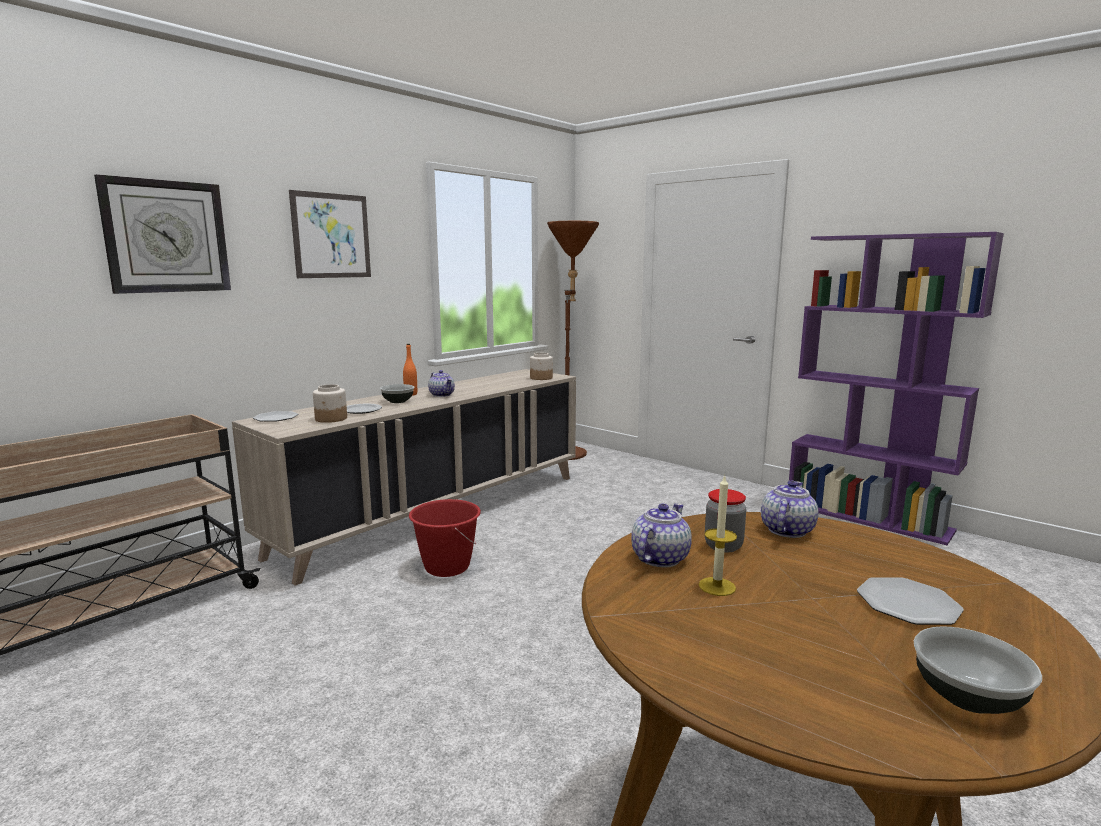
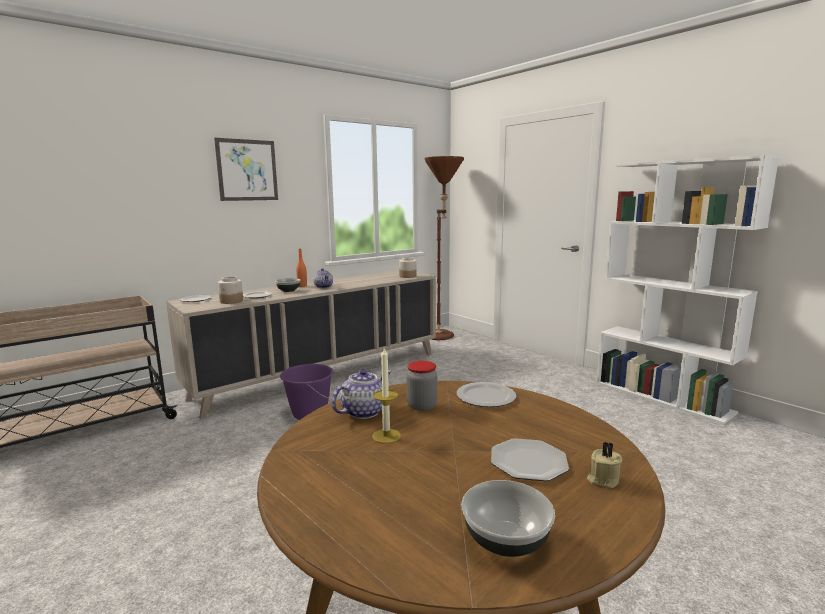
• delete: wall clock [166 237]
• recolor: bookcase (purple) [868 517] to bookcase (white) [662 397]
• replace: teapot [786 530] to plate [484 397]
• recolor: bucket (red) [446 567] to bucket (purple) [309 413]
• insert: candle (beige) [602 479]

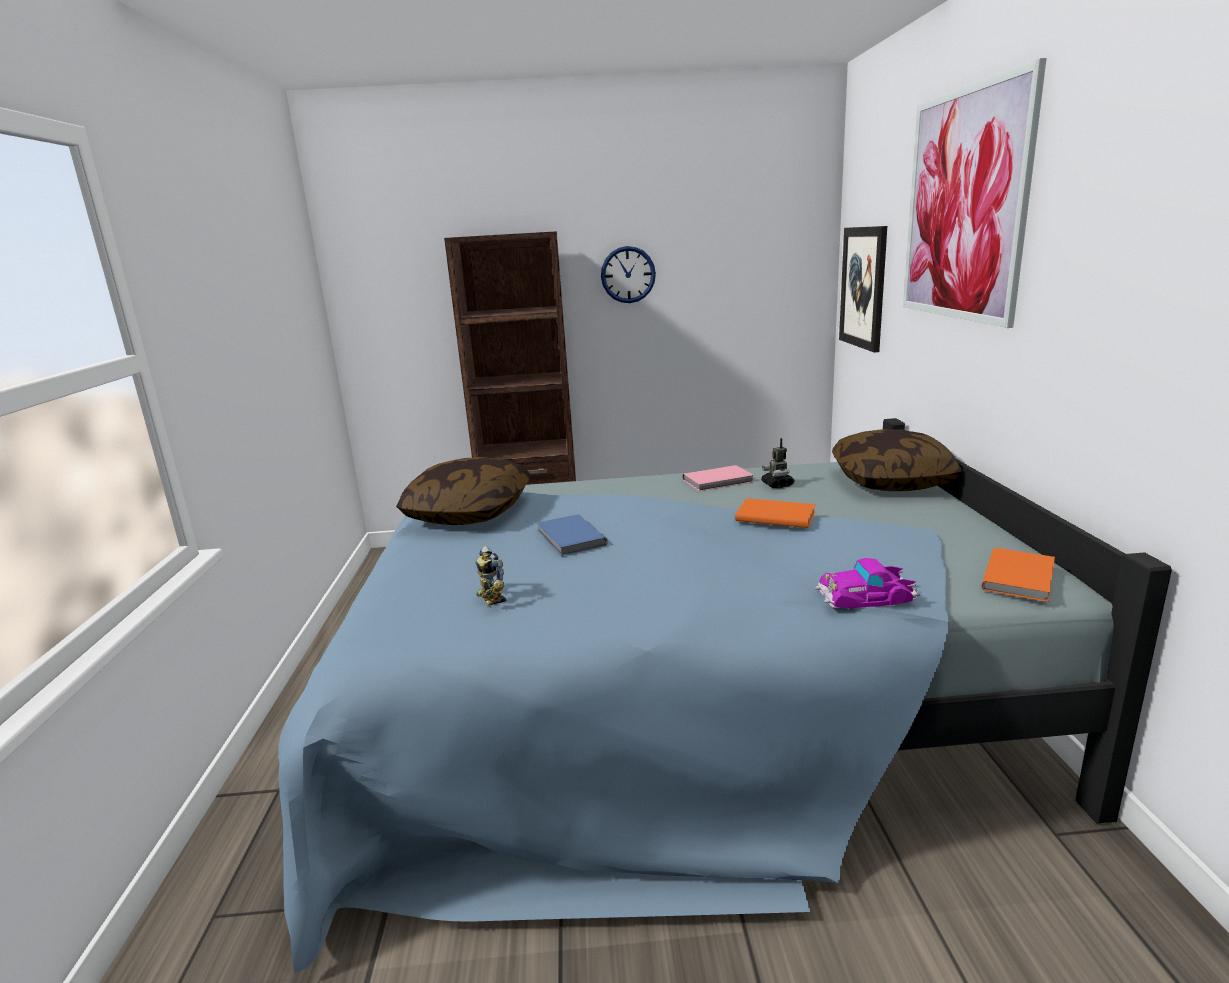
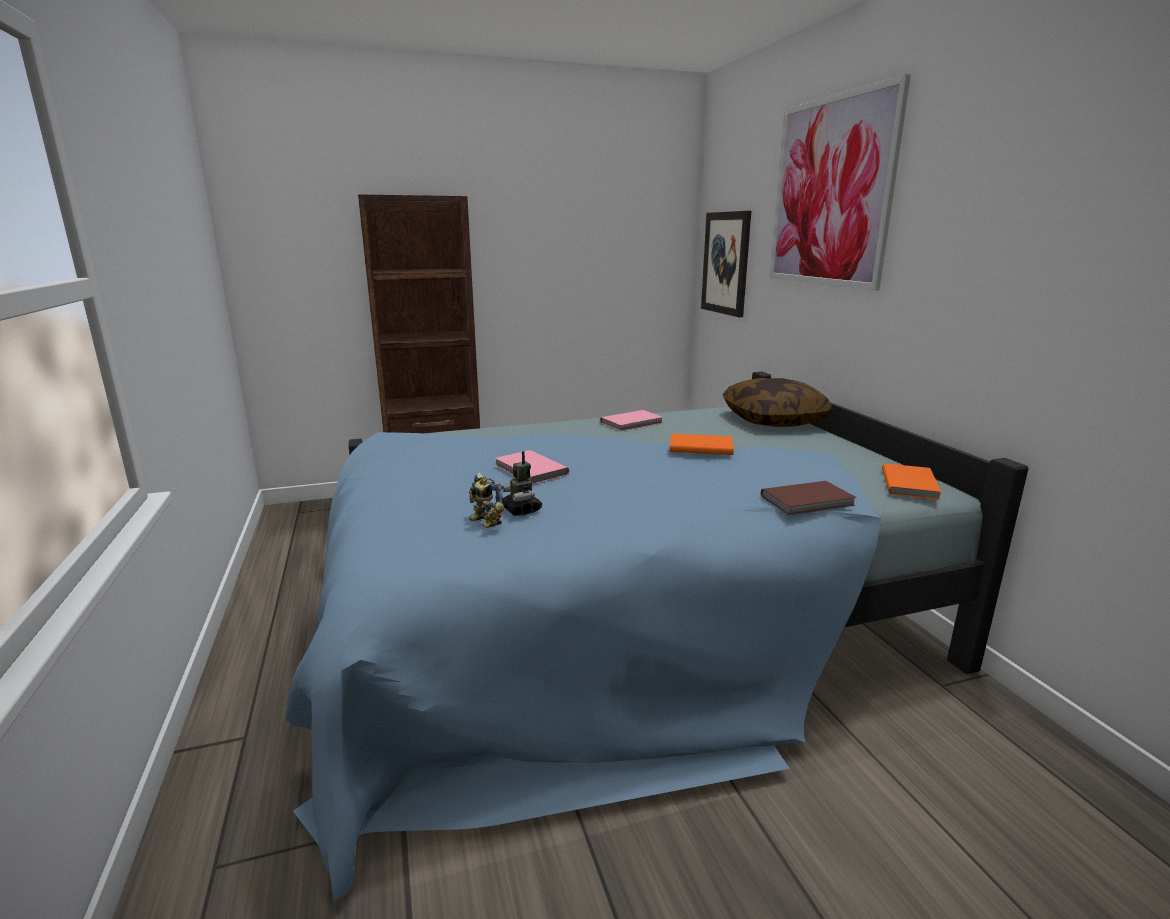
• delete: wall clock [628 274]
• move: toy robot [777 485] to [521 510]
• delete: pillow [469 513]
• recolor: book (blue) [569 538] to book (pink) [530 470]
• replace: toy car [866 595] to book (brown) [809 501]

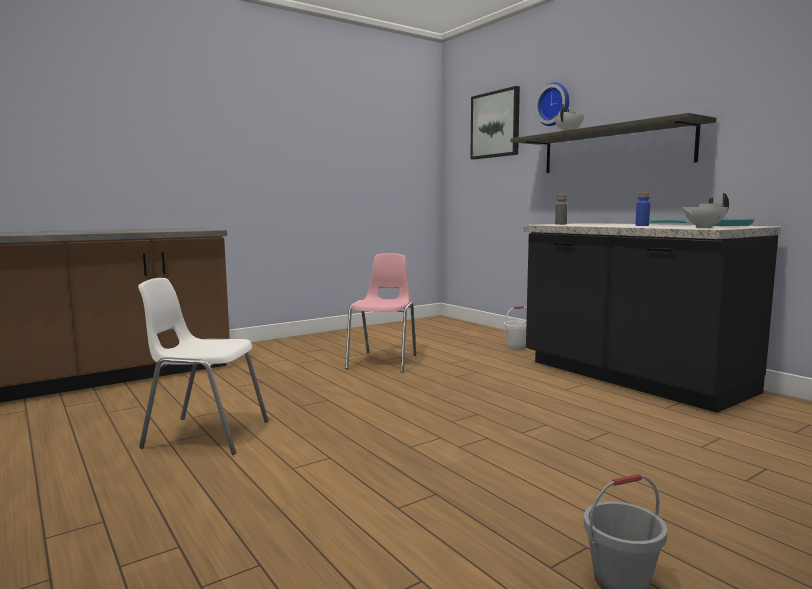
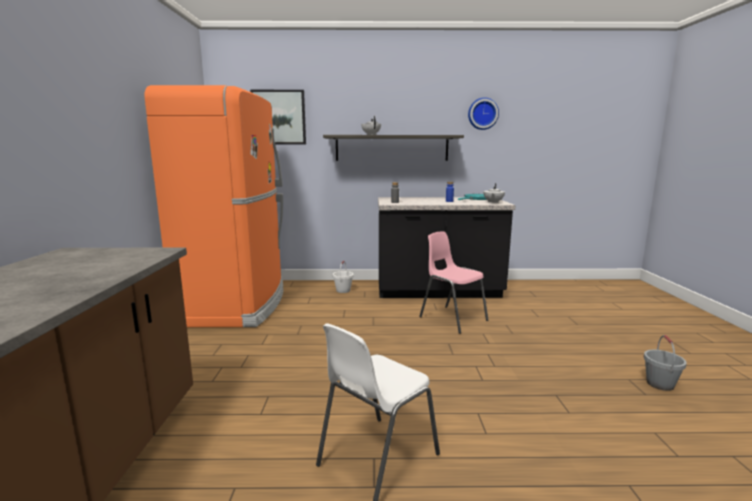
• move: wall clock [554 104] to [482 114]
• move: chair (pink) [383 362] to [452 318]
• insert: fridge (orange) [237 305]

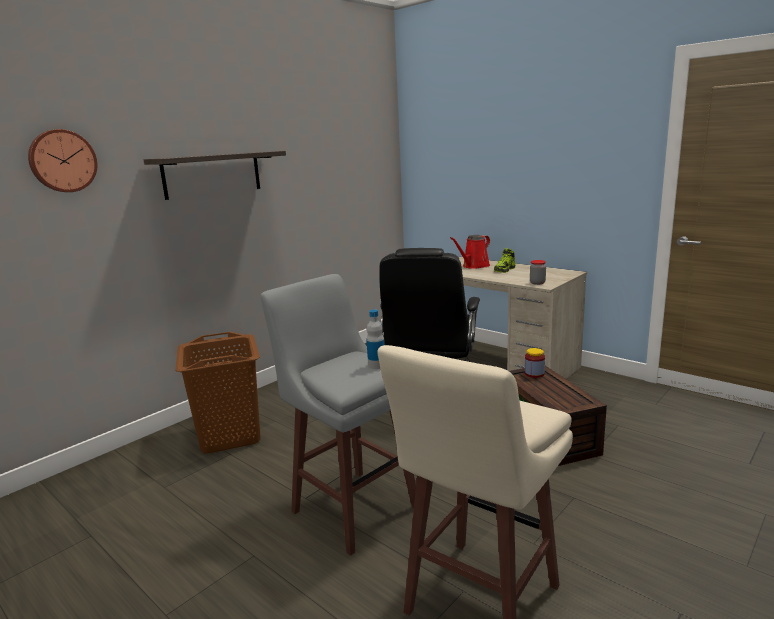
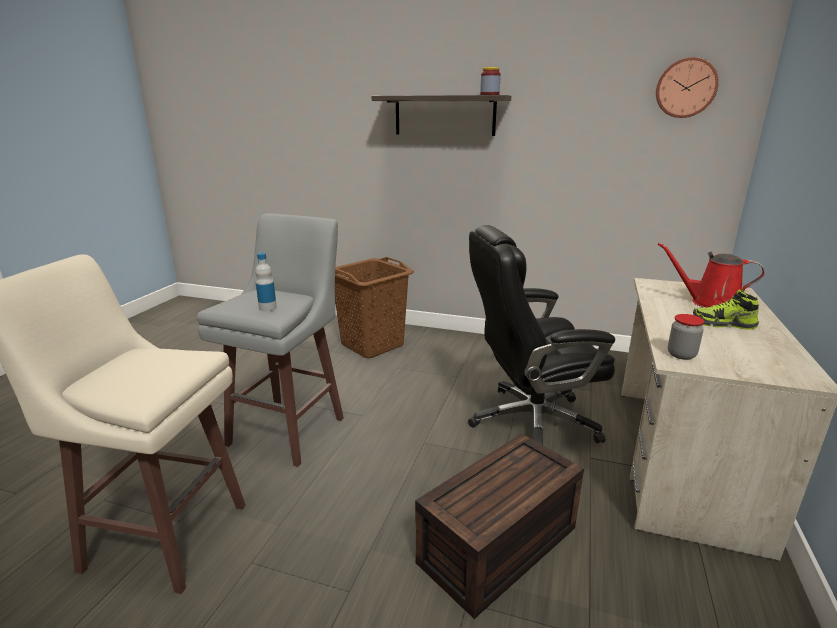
• move: wall clock [62 161] to [685 88]
• move: jar [534 374] to [489 94]

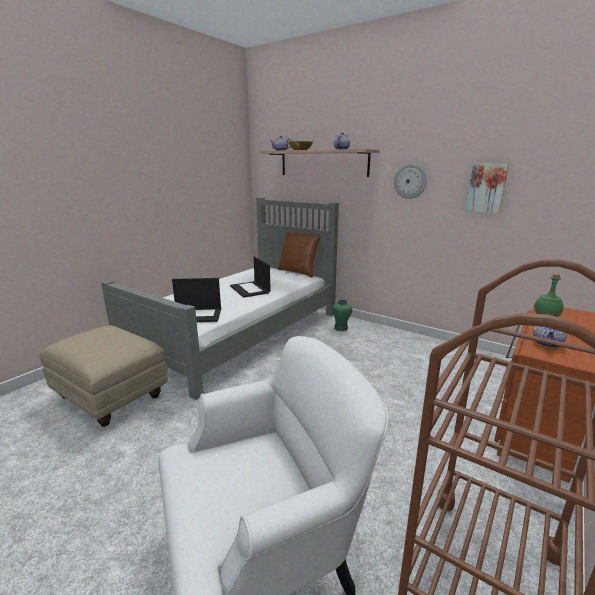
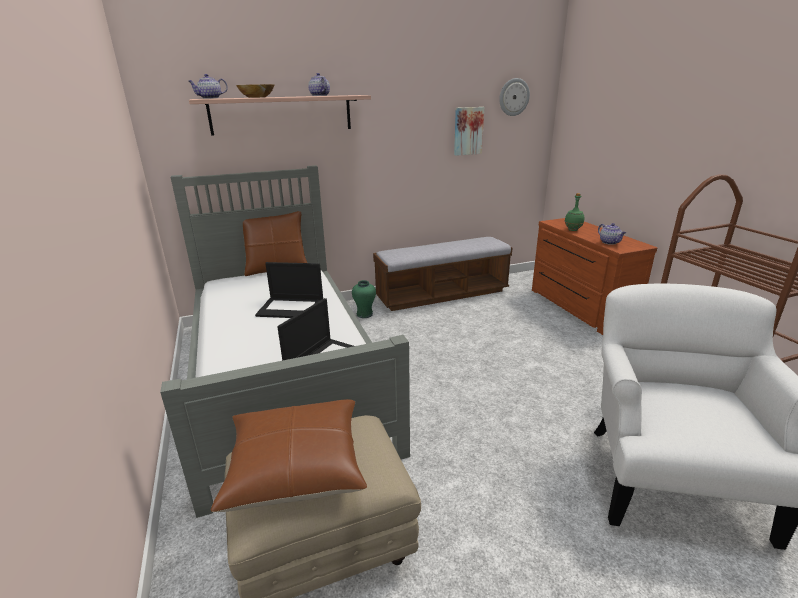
• move: wall clock [410 181] to [513 97]
• insert: bench [442 294]
• insert: pillow (brown) [295 466]

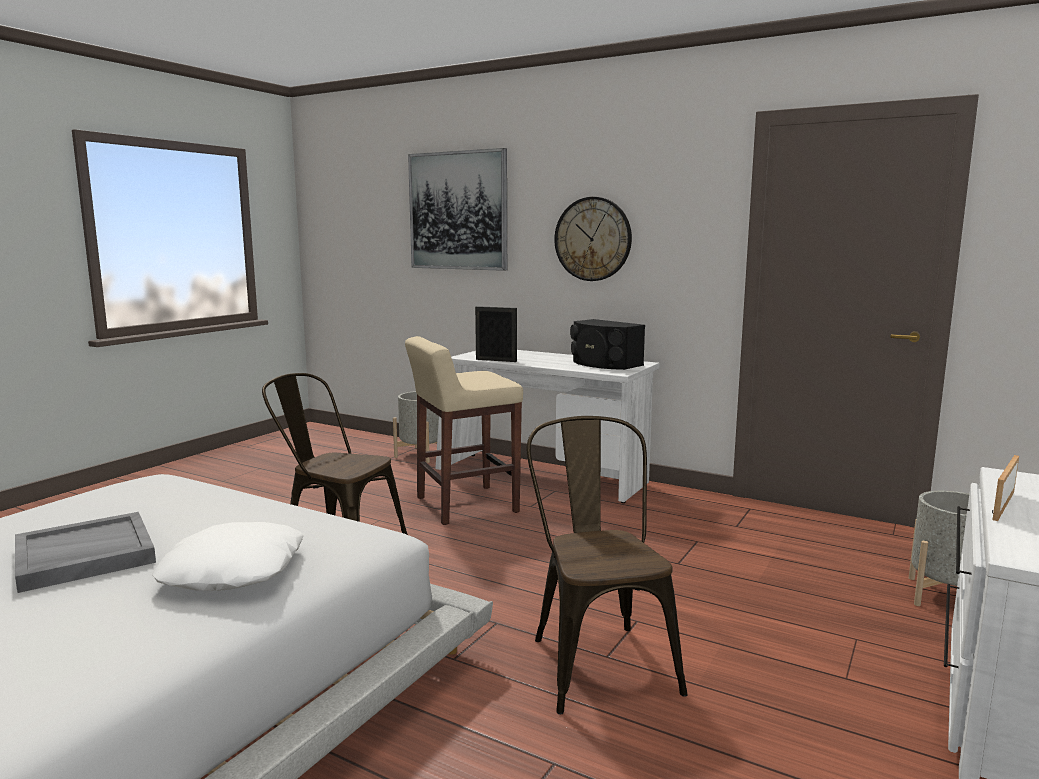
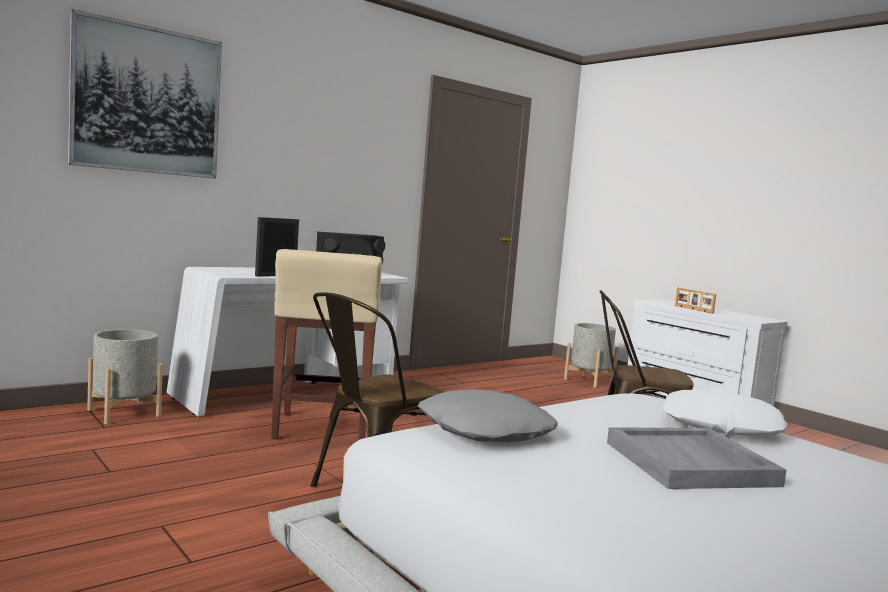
• delete: wall clock [593 239]
• insert: pillow (grey) [484 430]

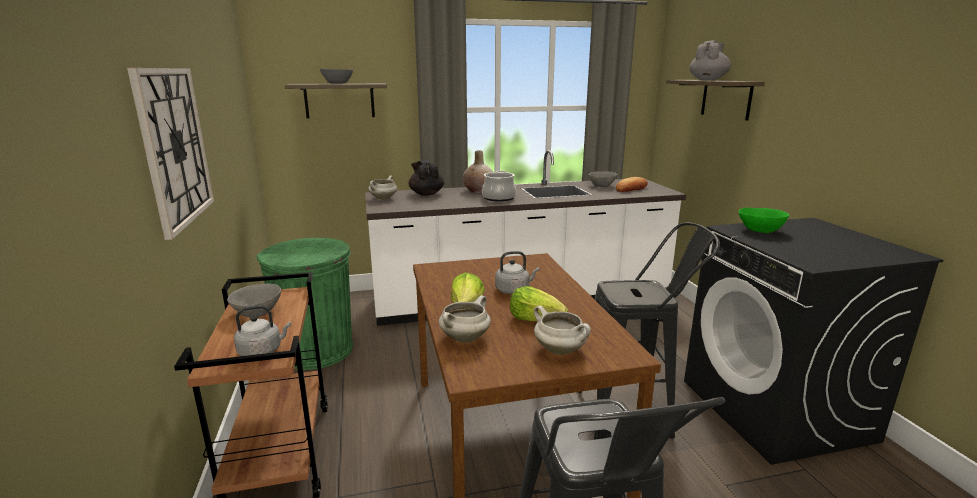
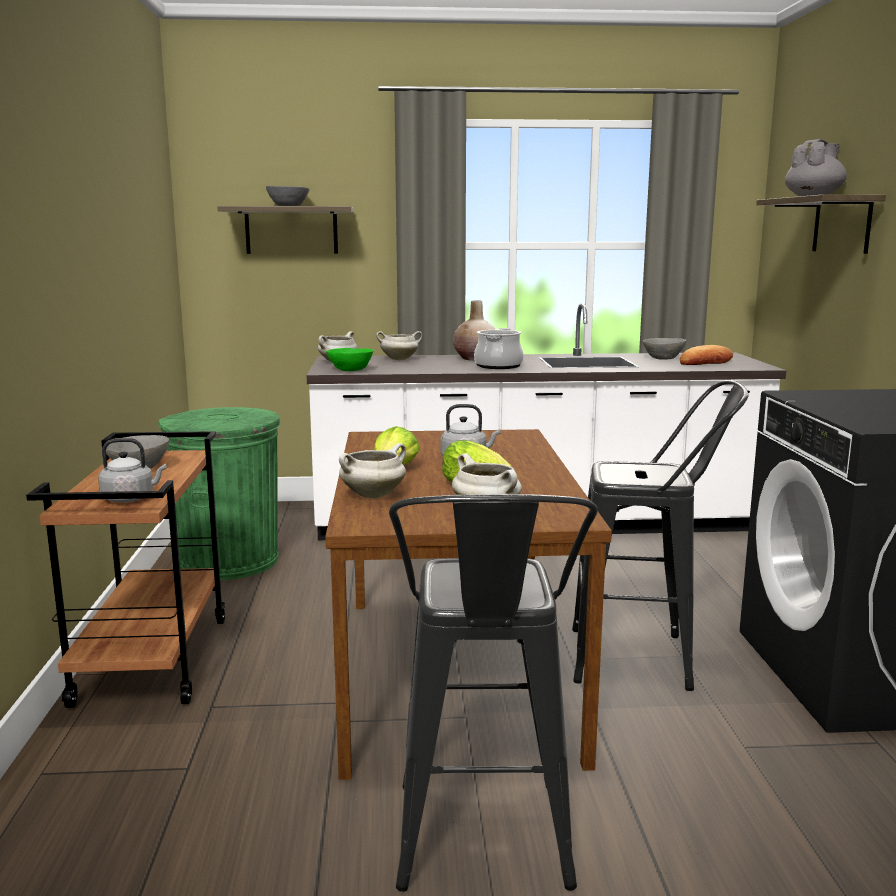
• delete: wall clock [174 146]
• replace: teapot (black) [426 194] to cooking pot (white) [399 359]
• move: bowl (green) [760 230] to [350 370]

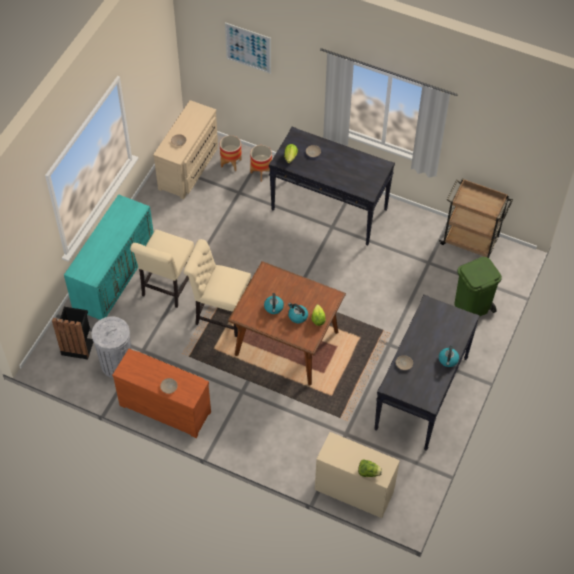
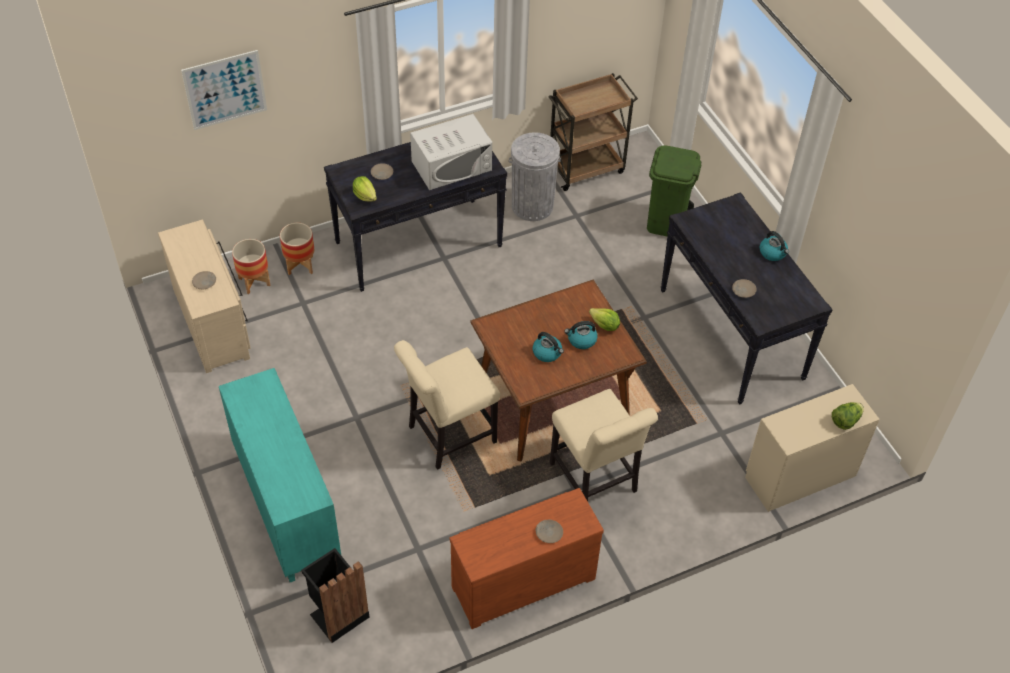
• move: chair (beige) [167 287] to [595 481]
• move: trash can (grey) [117 364] to [532 206]
• insert: microwave (white) [452 165]

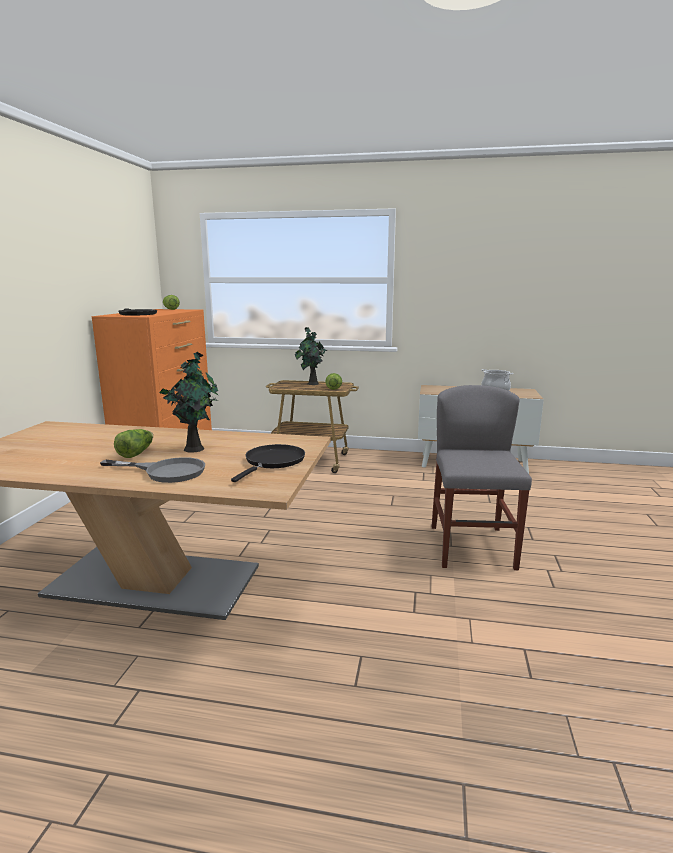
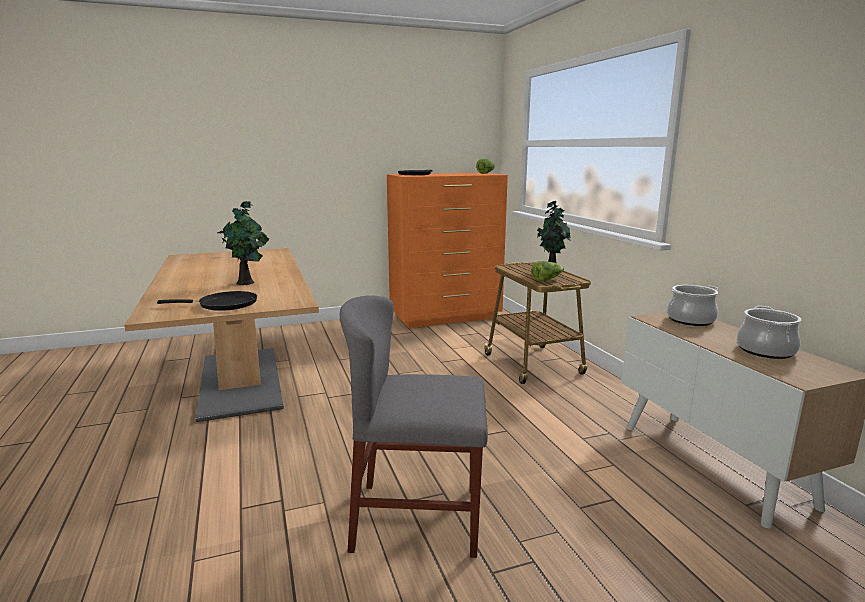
• rotate: chair (grey) [472 547] = [417 518] 150 degrees counterclockwise
• delete: lettuce [136 453]
• delete: frying pan (grey) [166 471]
• insert: cooking pot [690 320]

